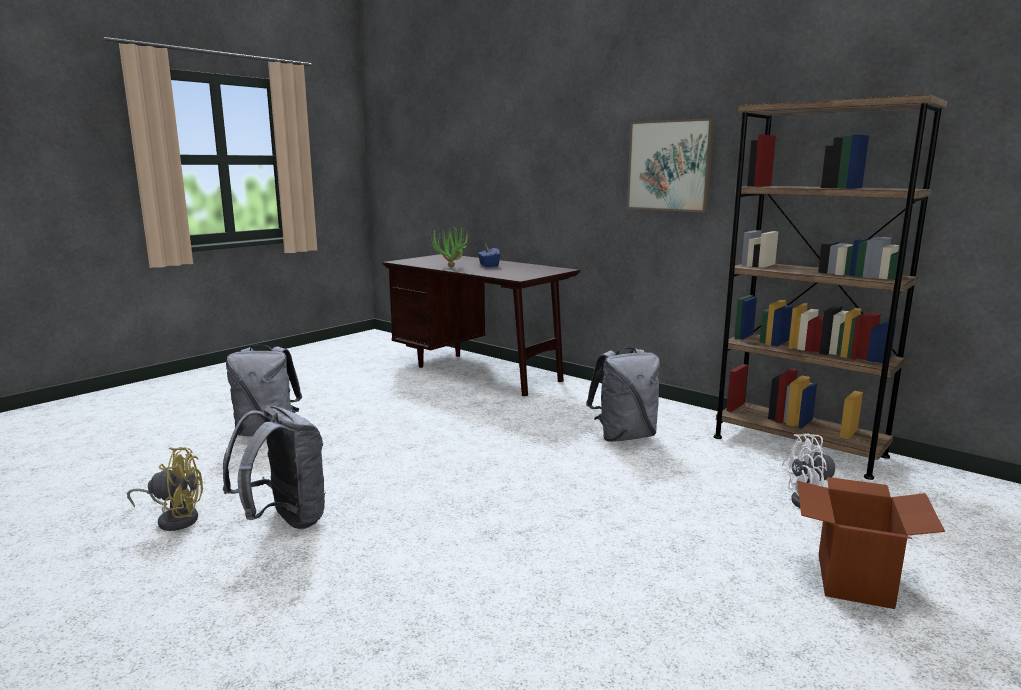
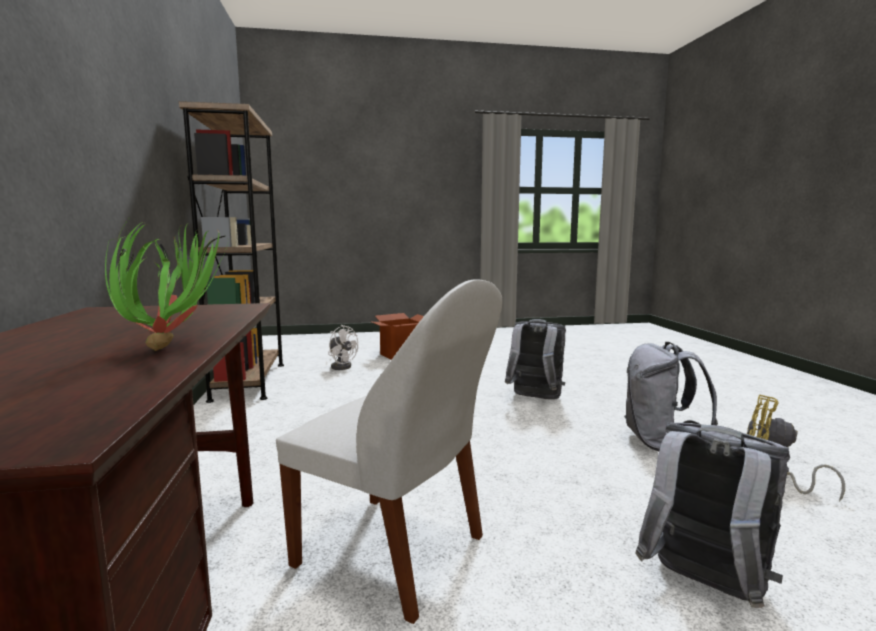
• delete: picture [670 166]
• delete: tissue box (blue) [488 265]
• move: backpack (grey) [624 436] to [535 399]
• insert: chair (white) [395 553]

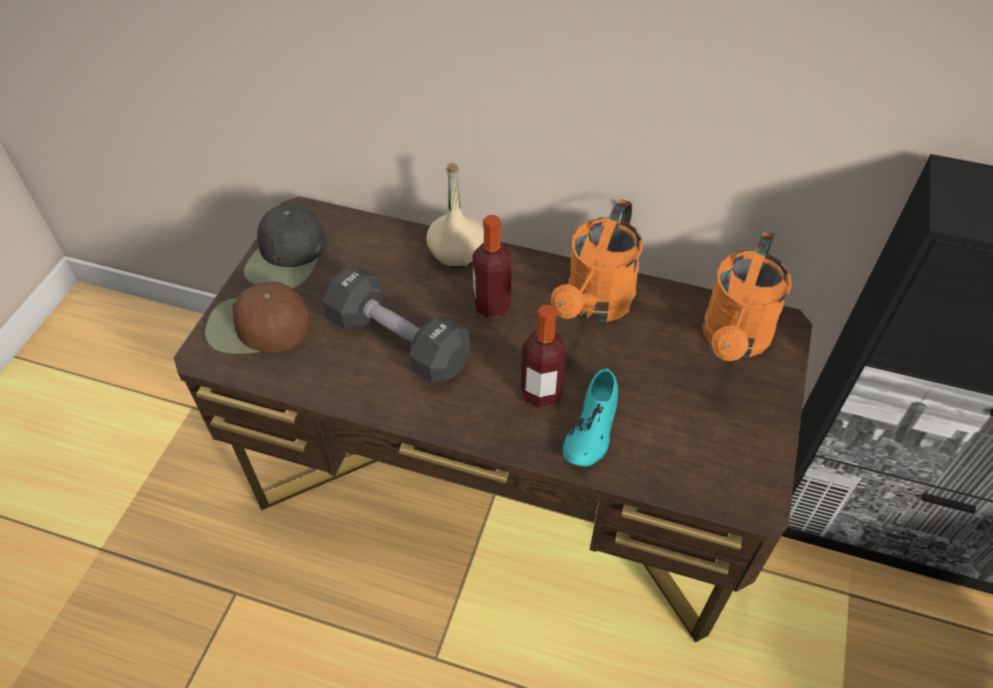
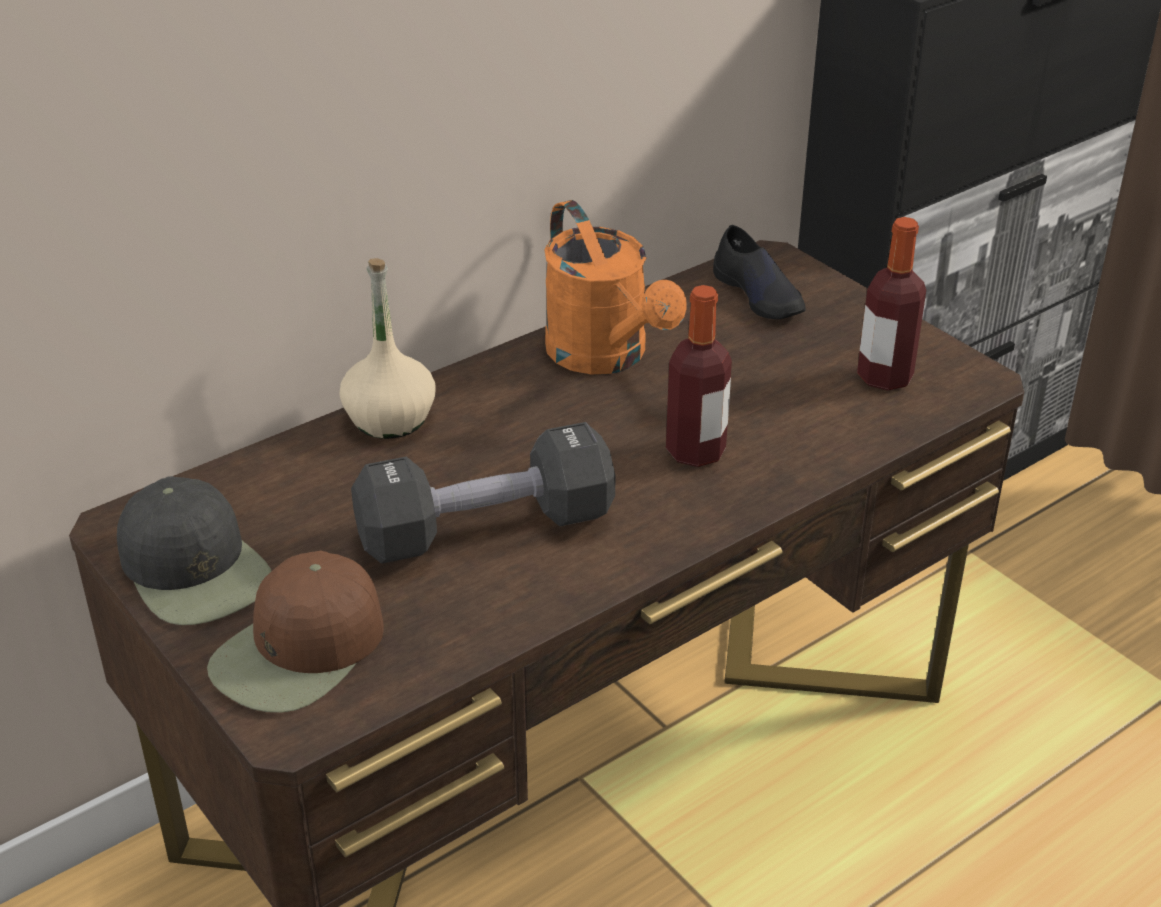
• move: bottle [492 305] to [884 377]
• replace: watering can (orange) [733 340] to shoe (black) [759 295]
• delete: shoe (turquoise) [592 427]

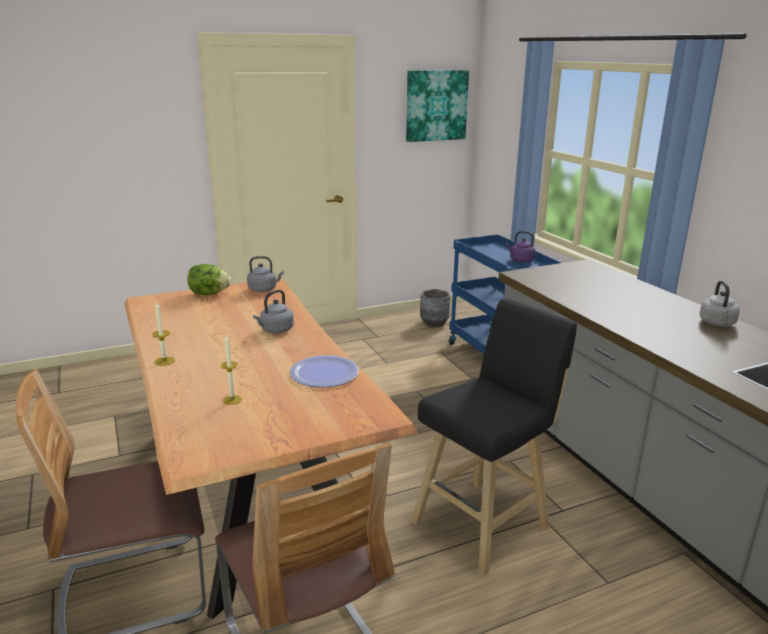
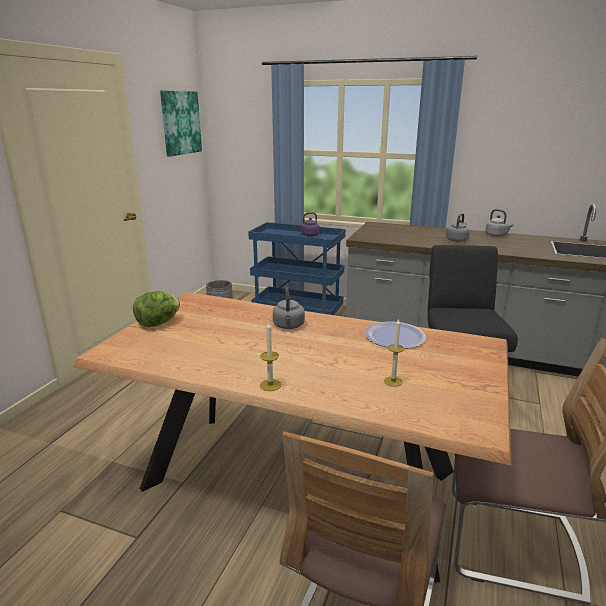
• move: kettle (grey) [264 289] to [457 240]

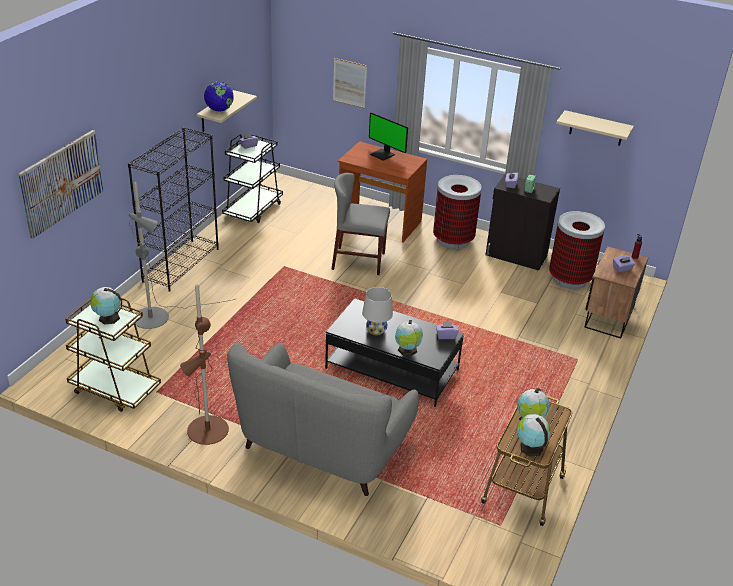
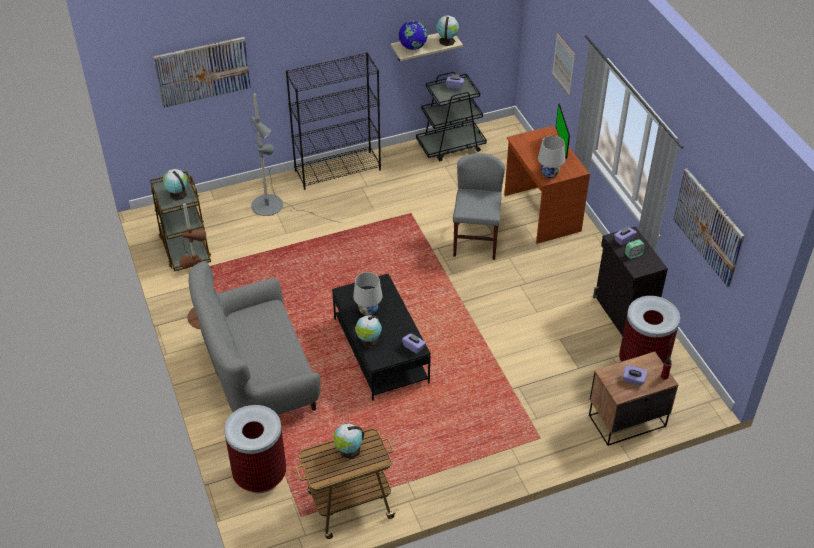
• replace: shelf (beige) [596 128] to picture [708 226]
• rotate: chair (grey) [358 261] = [476 241] 45 degrees clockwise
• move: trash can [453 240] to [260 475]
• move: globe [530 447] to [447 40]
• insert: table lamp (white) [549 173]

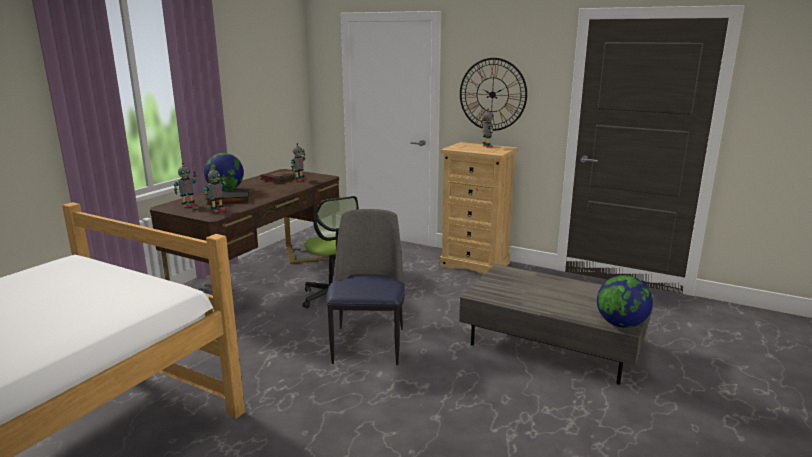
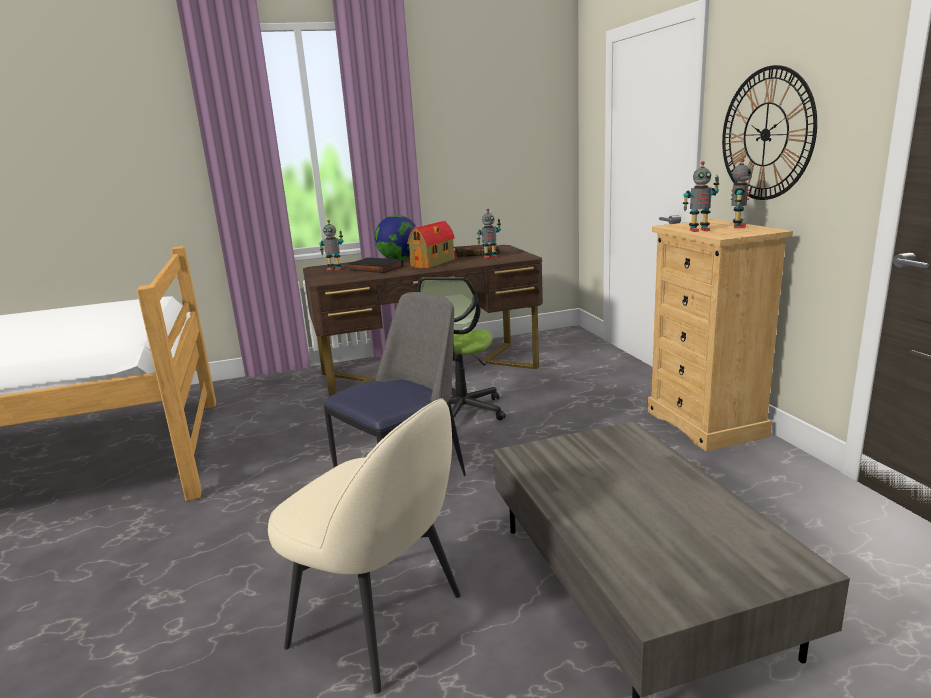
• move: toy robot [217 210] to [699 230]
• delete: globe [621 324]
• insert: toy house [434 263]
• insert: chair (beige) [380 622]

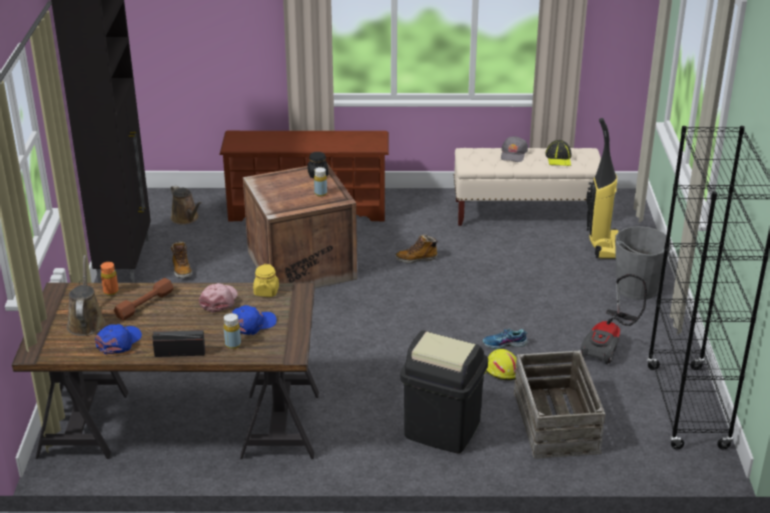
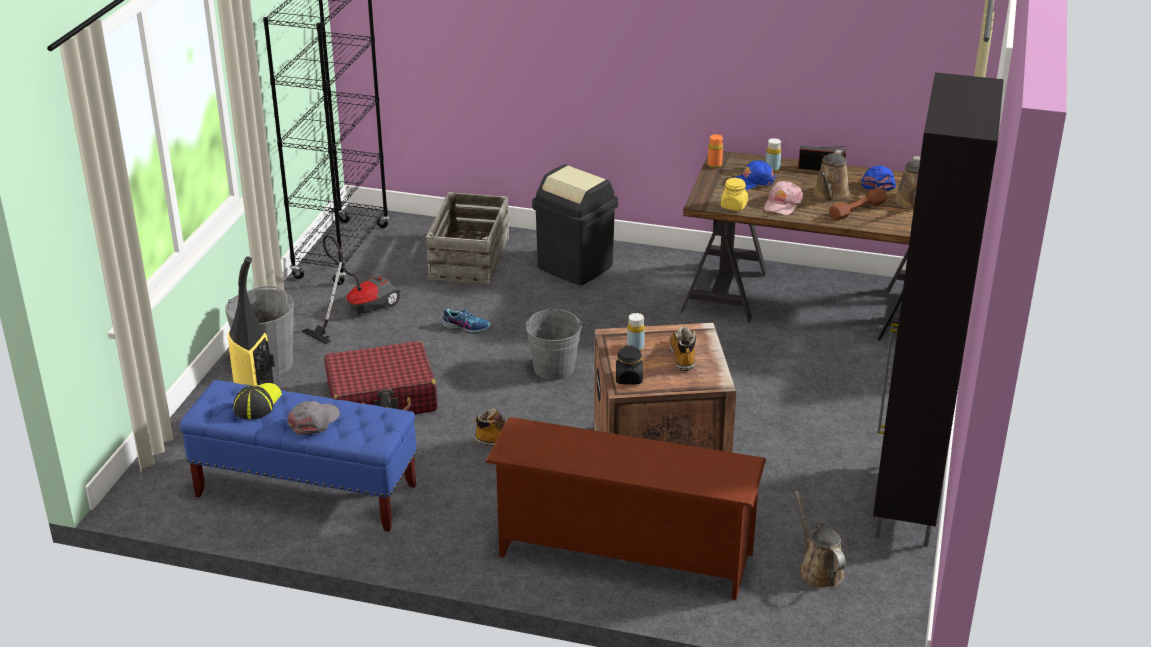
• recolor: bench (beige) [525 213] to bench (blue) [305 491]
• move: boot [181 269] to [683 356]
• move: bottle (orange) [111 292] to [714 165]
• rotate: cap (blue) [119 342] = [878 183] 150 degrees clockwise
• delete: hard hat (yellow) [499 371]
• insert: watering can (brown) [830 195]
• insert: bucket (grey) [554 368]
• insert: suitcase (red) [382 397]

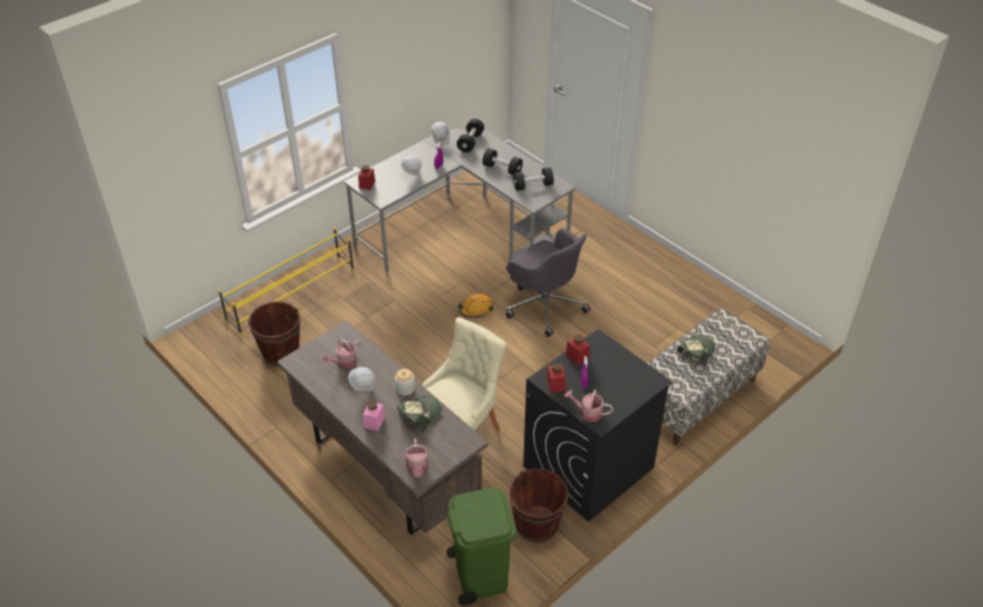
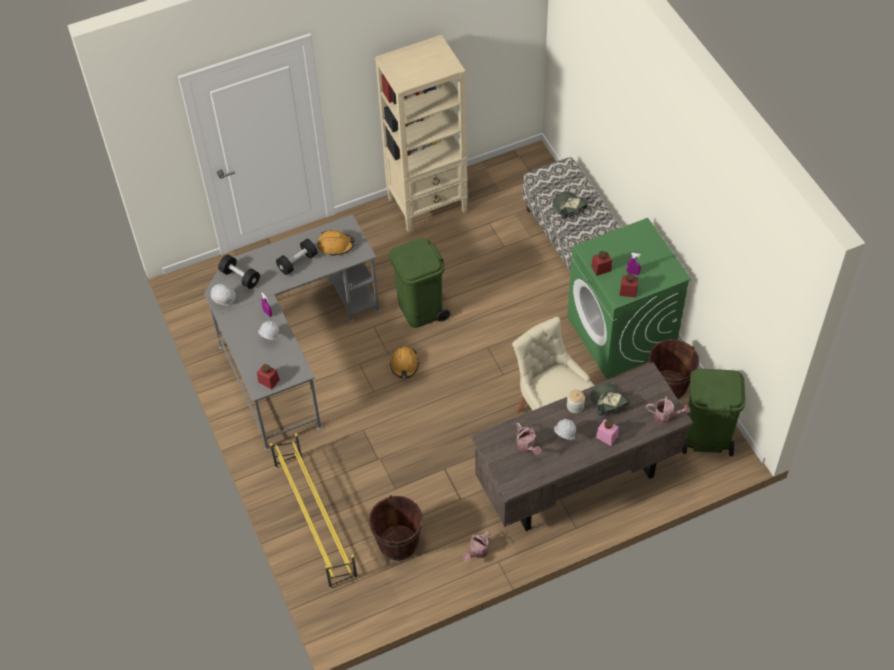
• replace: dumbbell (black) [533 186] to hard hat (orange) [336 245]
• replace: office chair (grey) [545 305] to trash can (green) [421 310]
• recolor: washing machine (black) [588 467] to washing machine (green) [621 334]
• move: watering can [587 413] to [477 552]
• insert: bookcase (beige) [428 205]

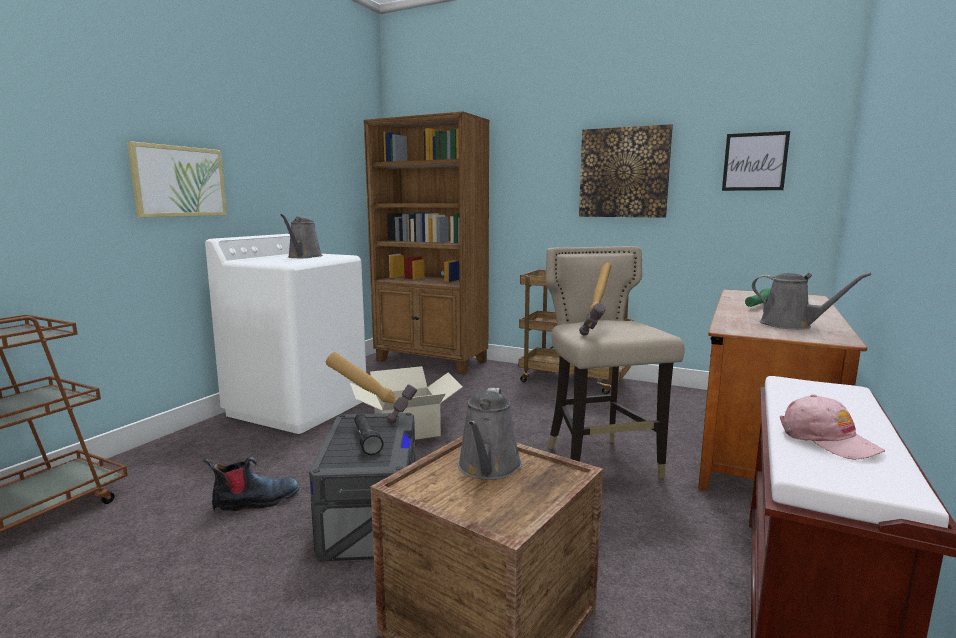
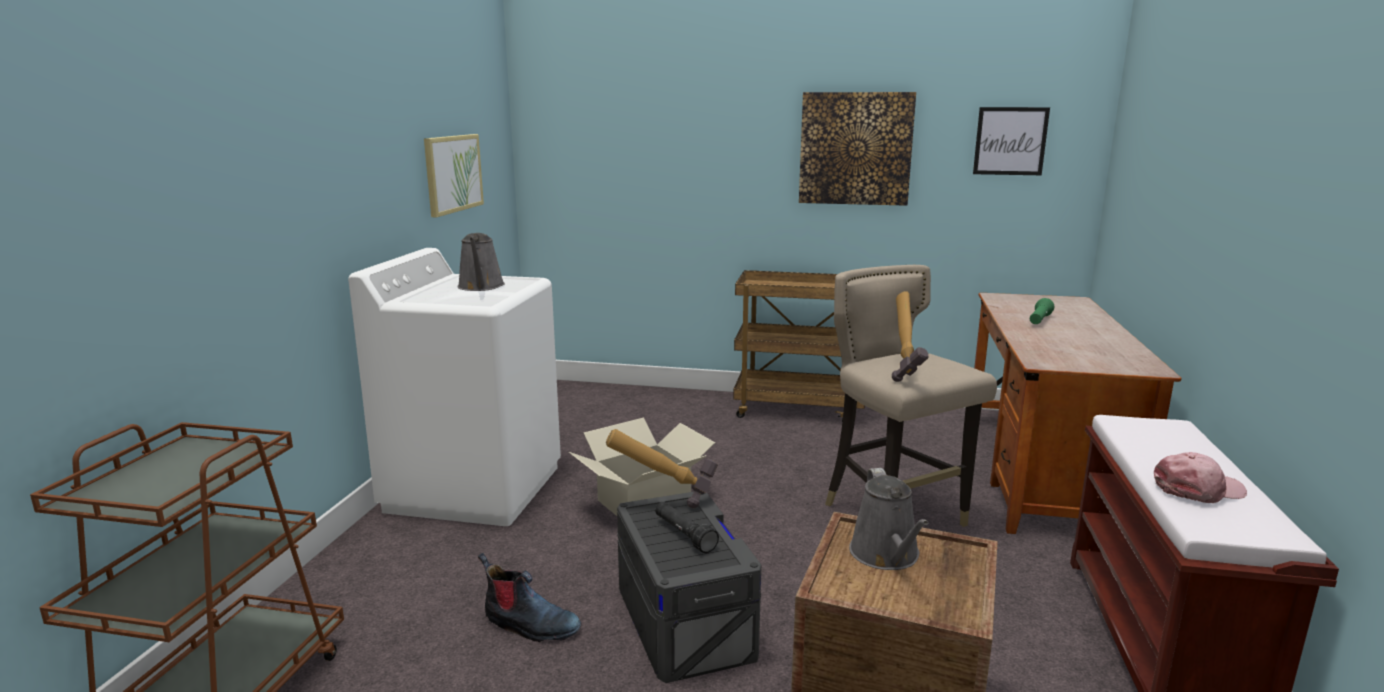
• delete: bookcase (brown) [431 361]
• move: picture [179 181] to [453 173]
• delete: watering can (grey) [791 325]
• rotate: cap (pink) [827 439] = [1198 489] 60 degrees counterclockwise
• rotate: boot [255 502] = [529 625] 60 degrees clockwise

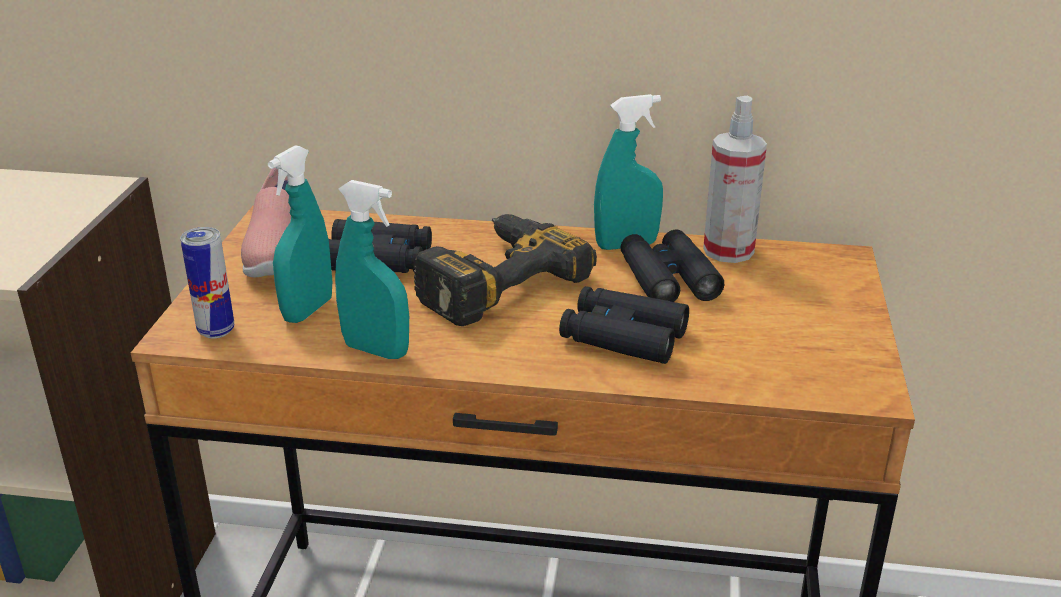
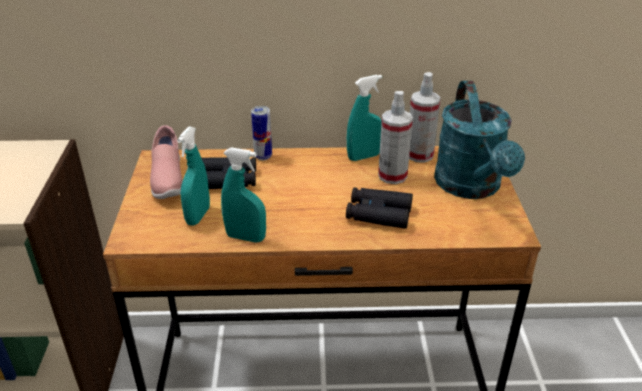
• delete: power drill [491 279]
• move: can [216 331] to [263 156]
• replace: binoculars (black) [668 279] to spray bottle [392 176]
• insert: watering can (turquoise) [471 187]

